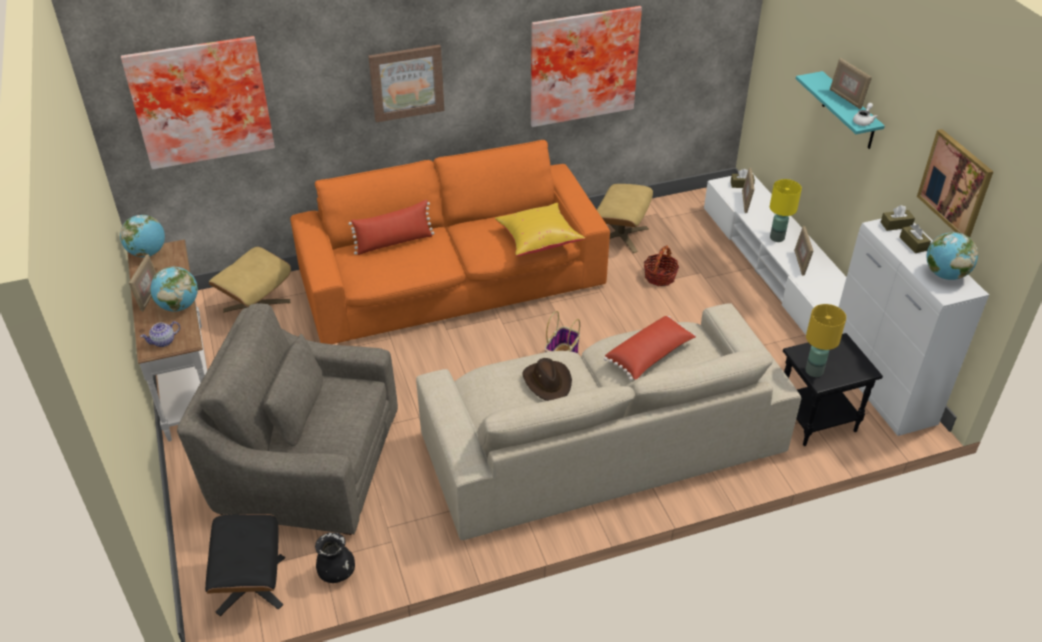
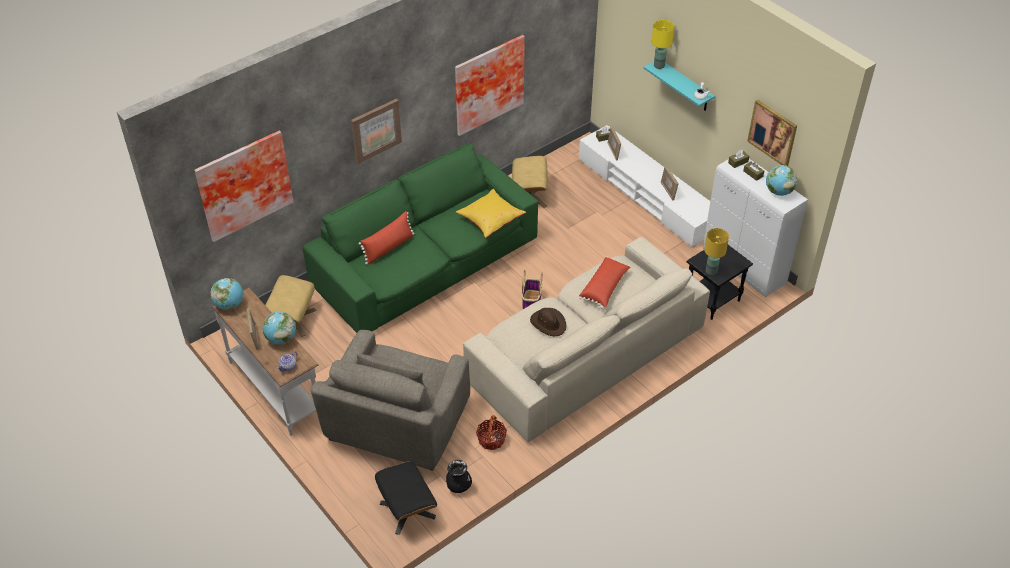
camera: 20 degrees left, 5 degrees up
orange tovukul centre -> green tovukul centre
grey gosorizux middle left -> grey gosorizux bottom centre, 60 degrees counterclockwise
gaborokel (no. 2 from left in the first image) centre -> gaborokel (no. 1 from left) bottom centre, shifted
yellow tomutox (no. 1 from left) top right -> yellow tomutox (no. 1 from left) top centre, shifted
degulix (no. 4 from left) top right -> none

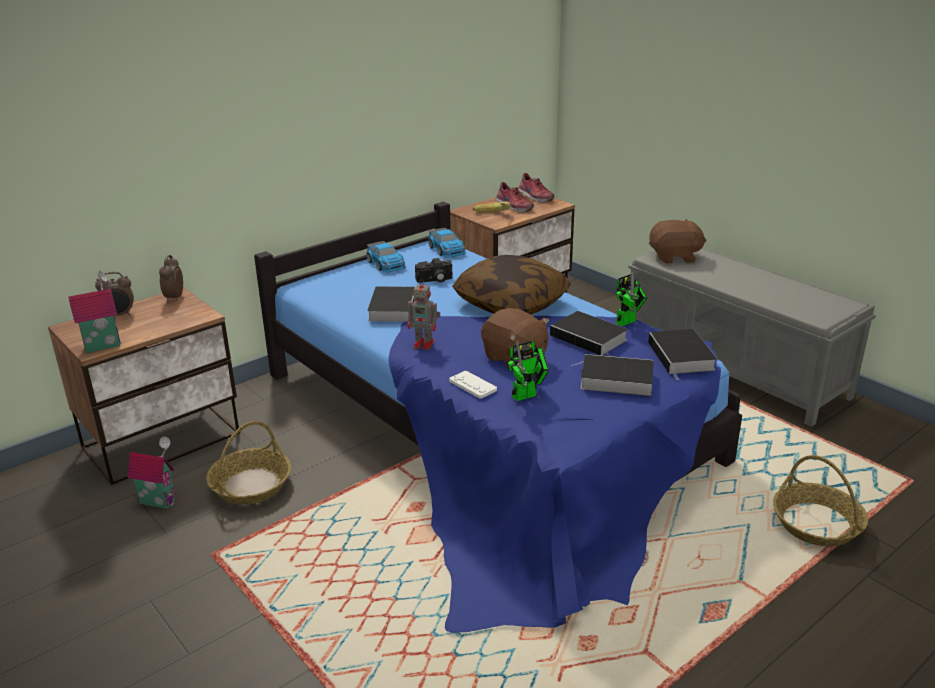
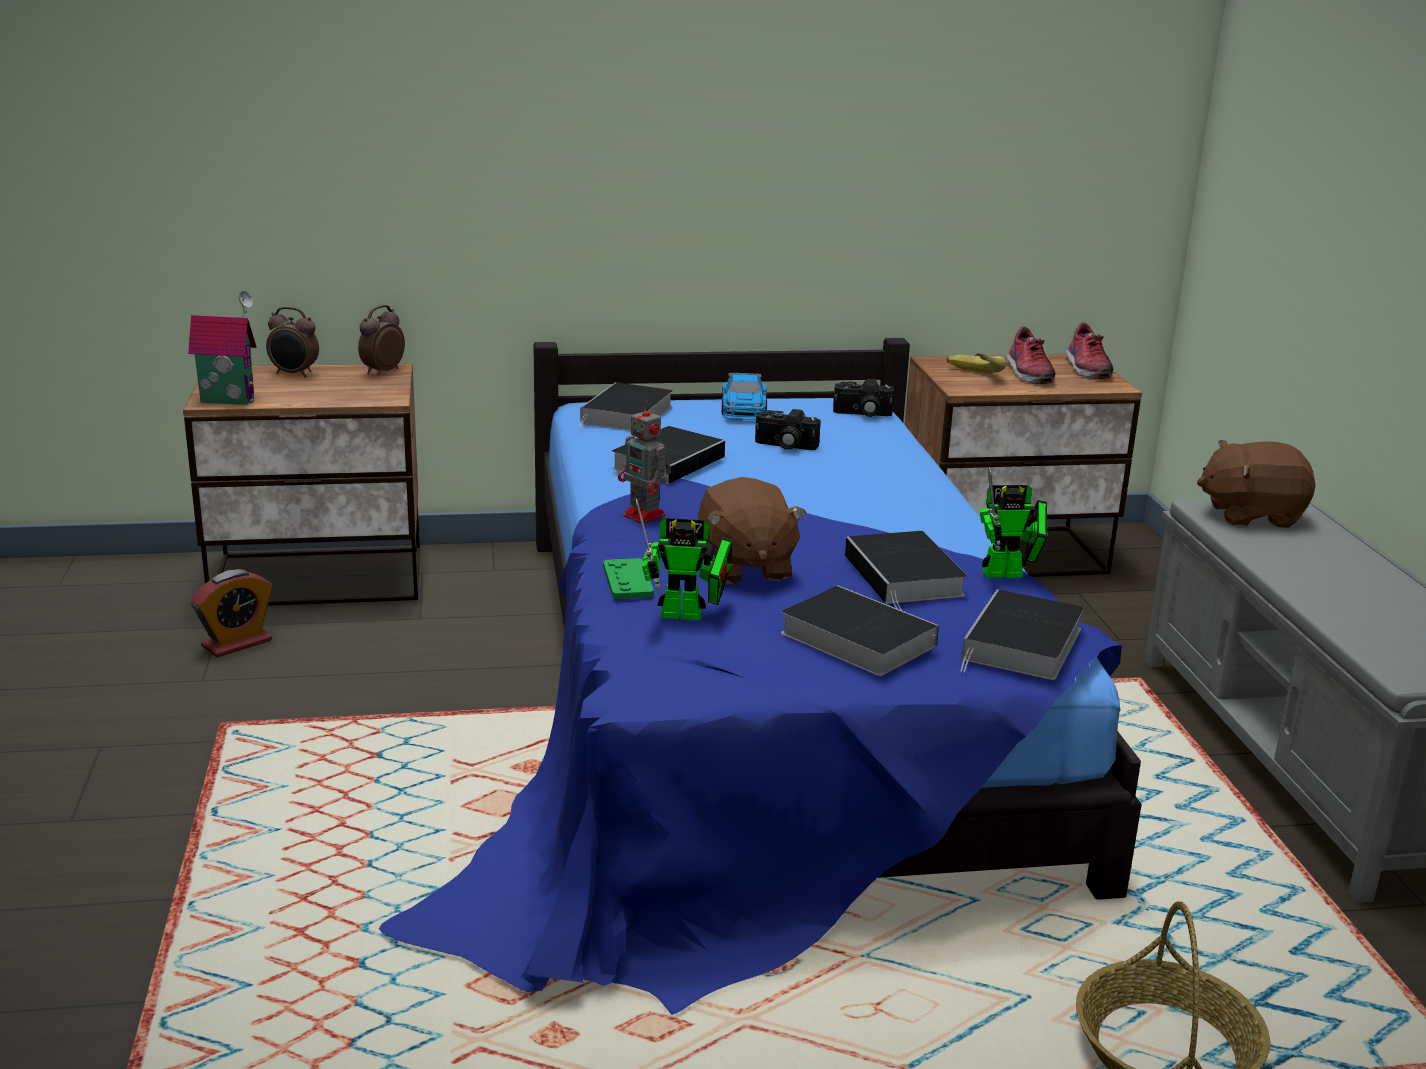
camera: 30 degrees right, 5 degrees down
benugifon (no. 2 from left) bottom left -> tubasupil (no. 1 from left) middle left
none -> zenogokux (no. 1 from left) centre
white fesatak centre -> green fesatak centre
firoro (no. 2 from left) centre -> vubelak (no. 2 from left) centre
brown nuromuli (no. 2 from left) middle right, 150 degrees clockwise
gaborokel (no. 1 from left) bottom left -> none
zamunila centre -> none

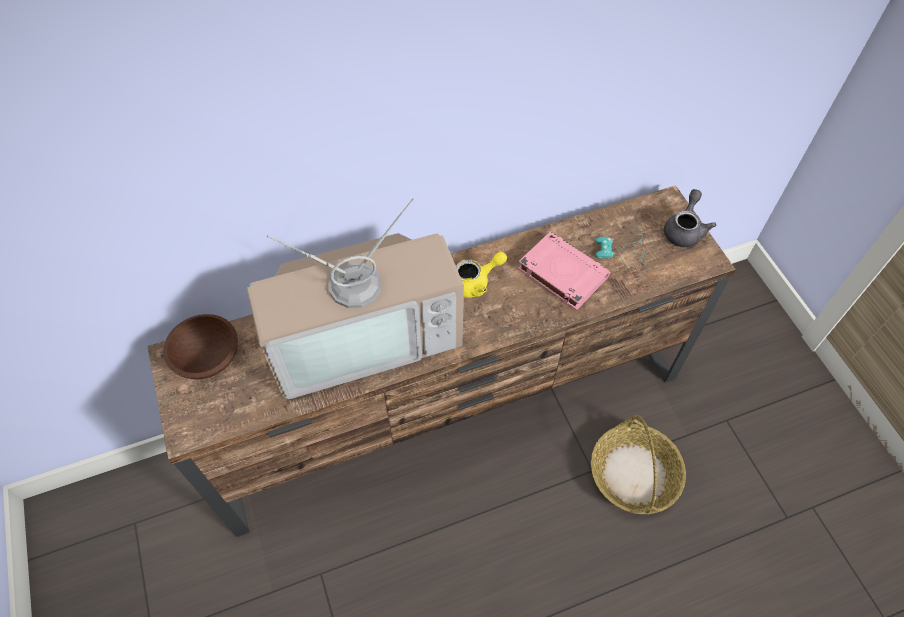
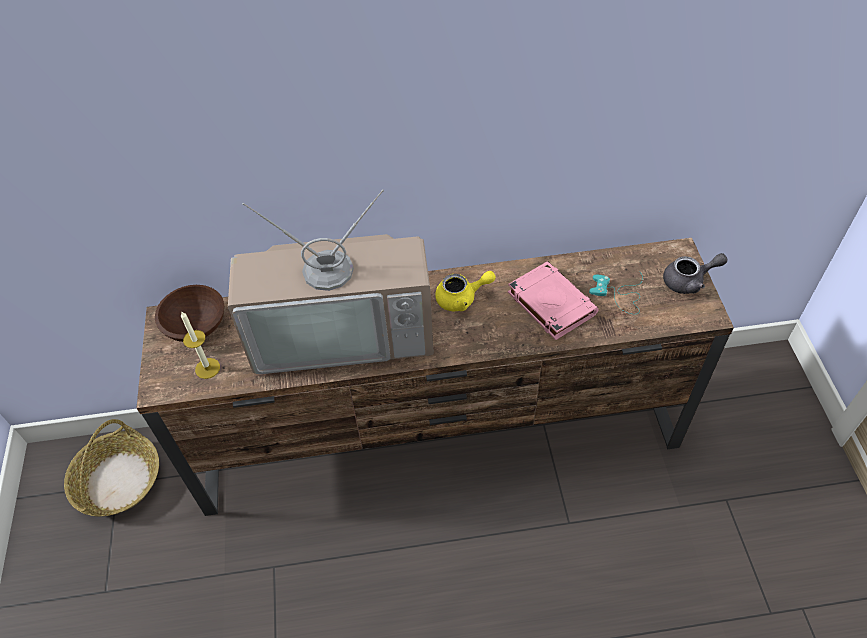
camera: 15 degrees right, 5 degrees down
gaborokel bottom right -> gaborokel bottom left, shifted
none -> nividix middle left
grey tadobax middle right, 45 degrees clockwise

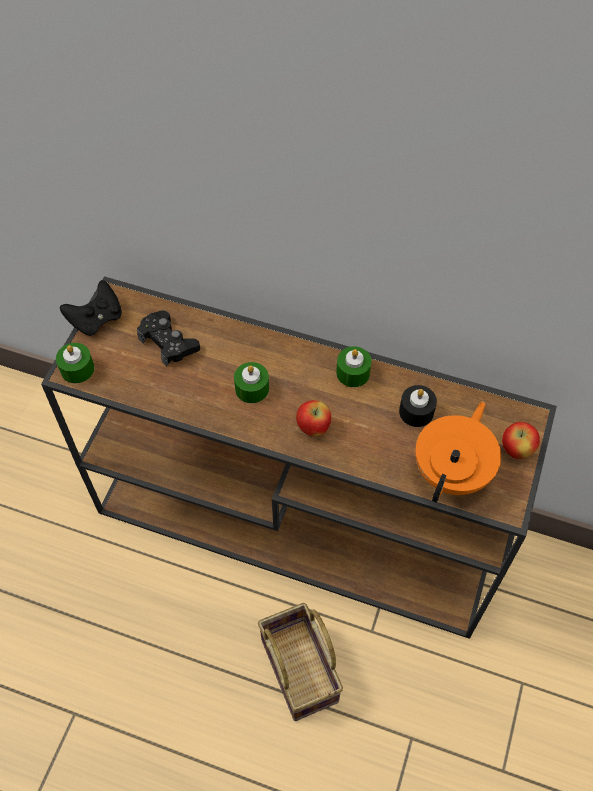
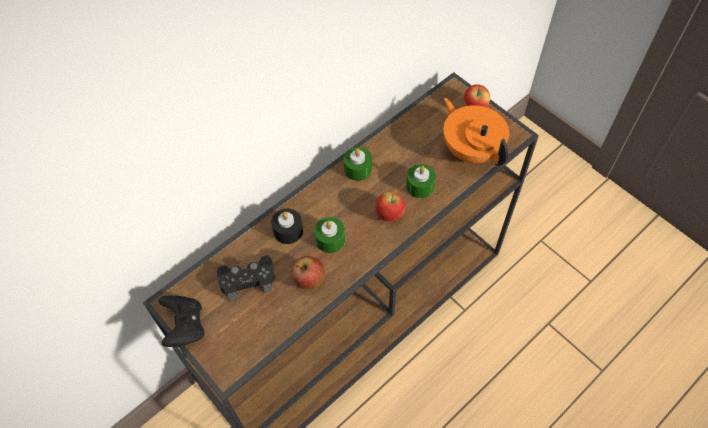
camera: 60 degrees left, 0 degrees up
black nividix middle right -> black nividix centre, shifted
none -> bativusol (no. 1 from left) centre
green nividix (no. 1 from left in the first image) middle left -> green nividix (no. 3 from left) centre, shifted
gaborokel bottom centre -> none

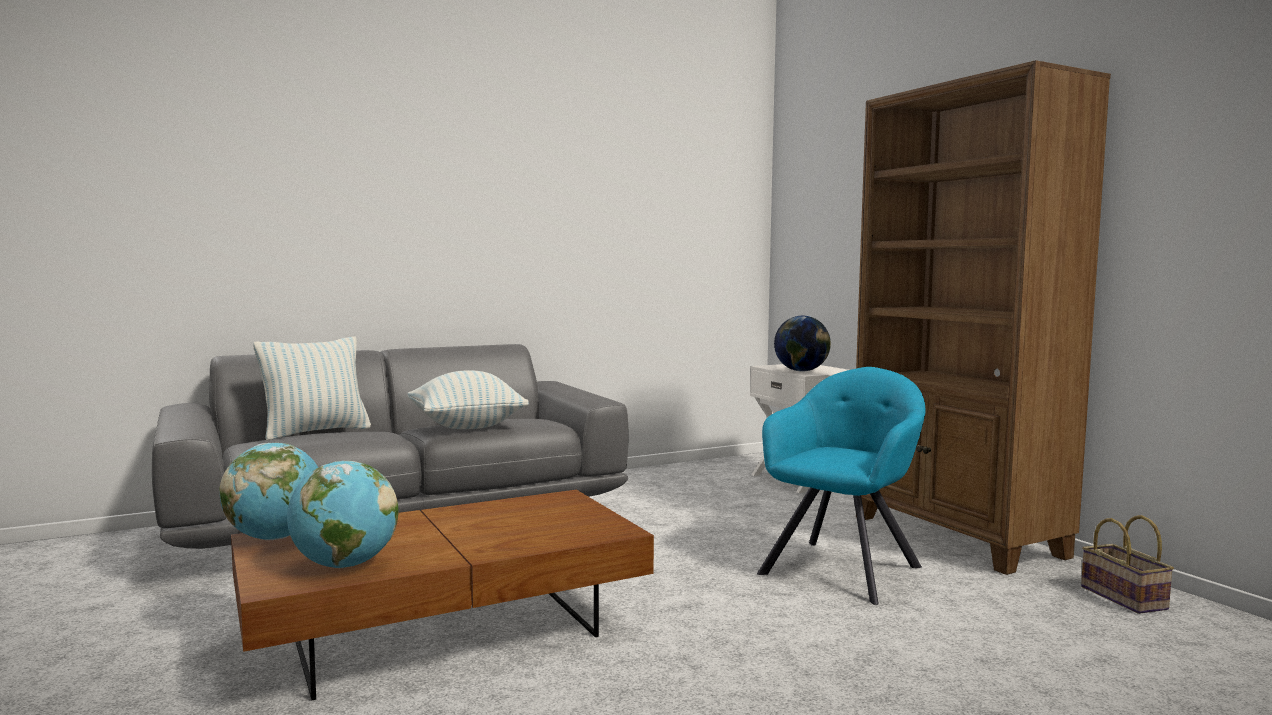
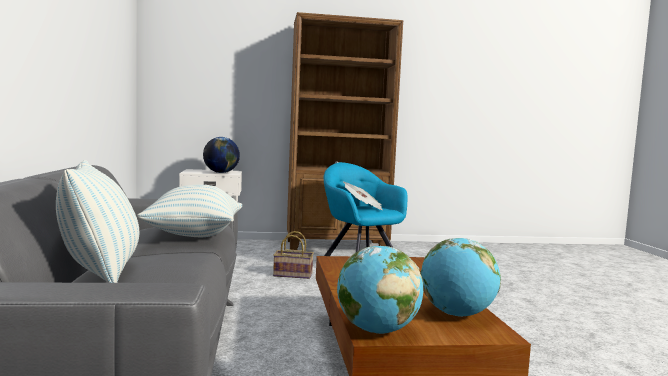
camera: 70 degrees left, 0 degrees up
gaborokel bottom right -> gaborokel bottom centre, shifted
none -> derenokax centre

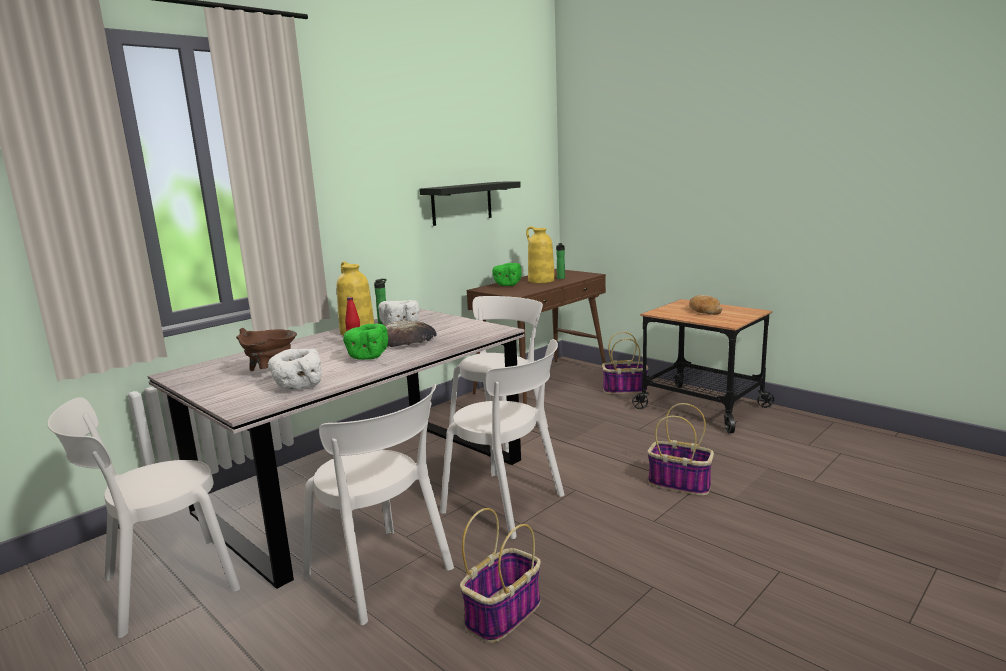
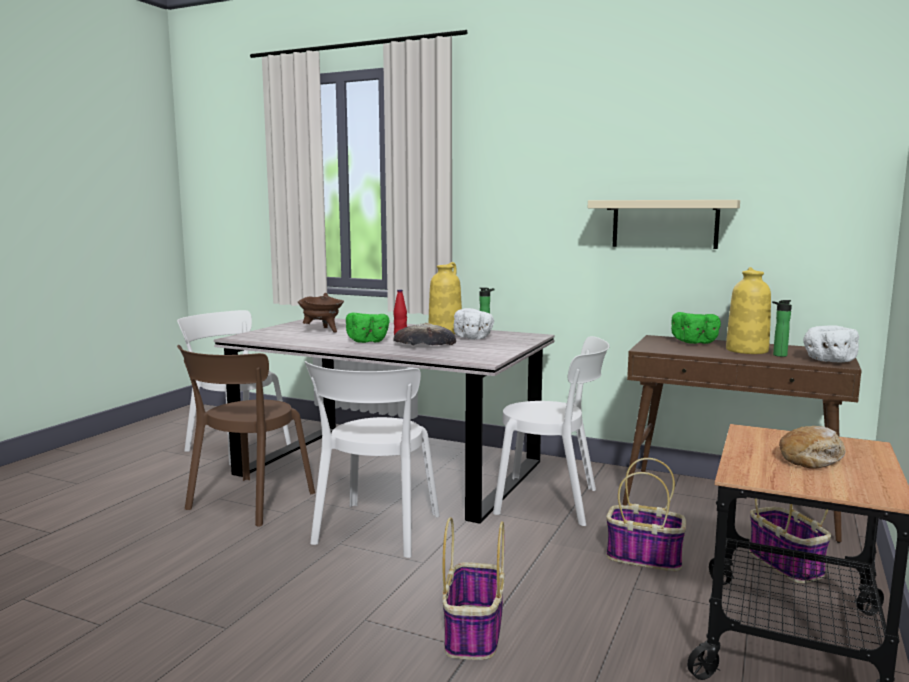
camera: 70 degrees right, 5 degrees down
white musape (no. 2 from left) bottom centre -> brown musape middle left
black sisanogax top centre -> beige sisanogax top right
gaborokel (no. 1 from left in the first image) bottom centre -> gaborokel (no. 2 from left) bottom right, shifted
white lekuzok (no. 1 from left in the first image) middle left -> white lekuzok (no. 2 from left) middle right, shifted

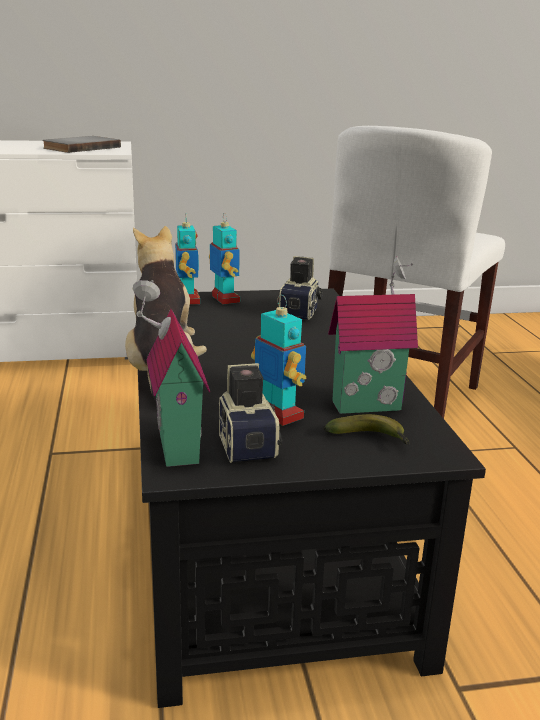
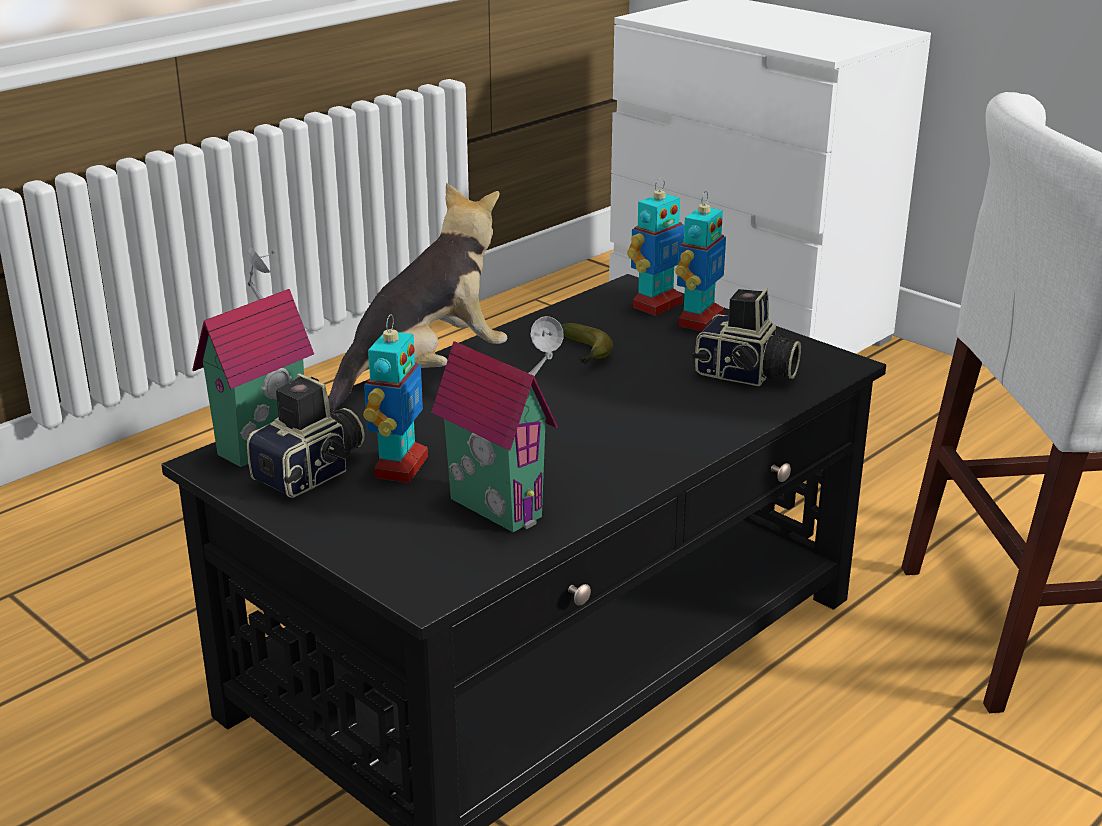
camera: 55 degrees right, 5 degrees up
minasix middle right -> minasix centre, shifted
vubelak (no. 2 from left) centre -> vubelak (no. 2 from left) middle right, 45 degrees clockwise
grey zenogokux top left -> none

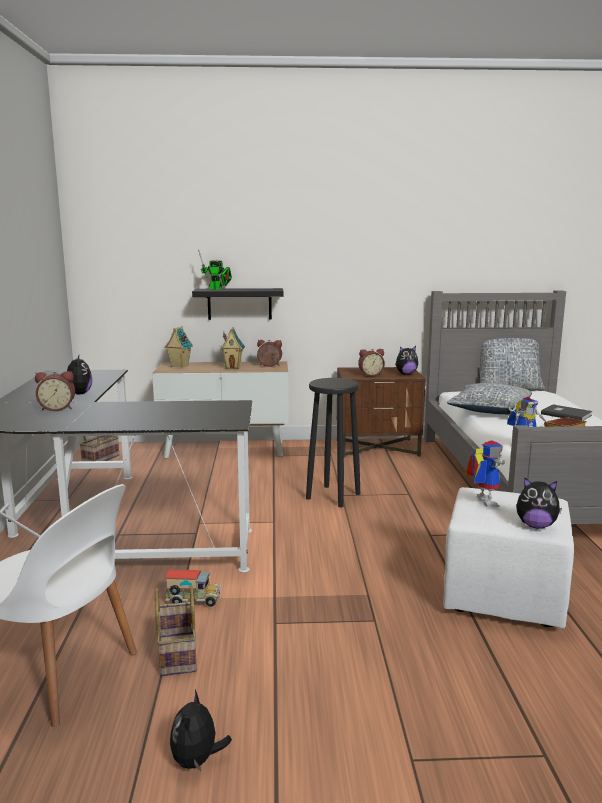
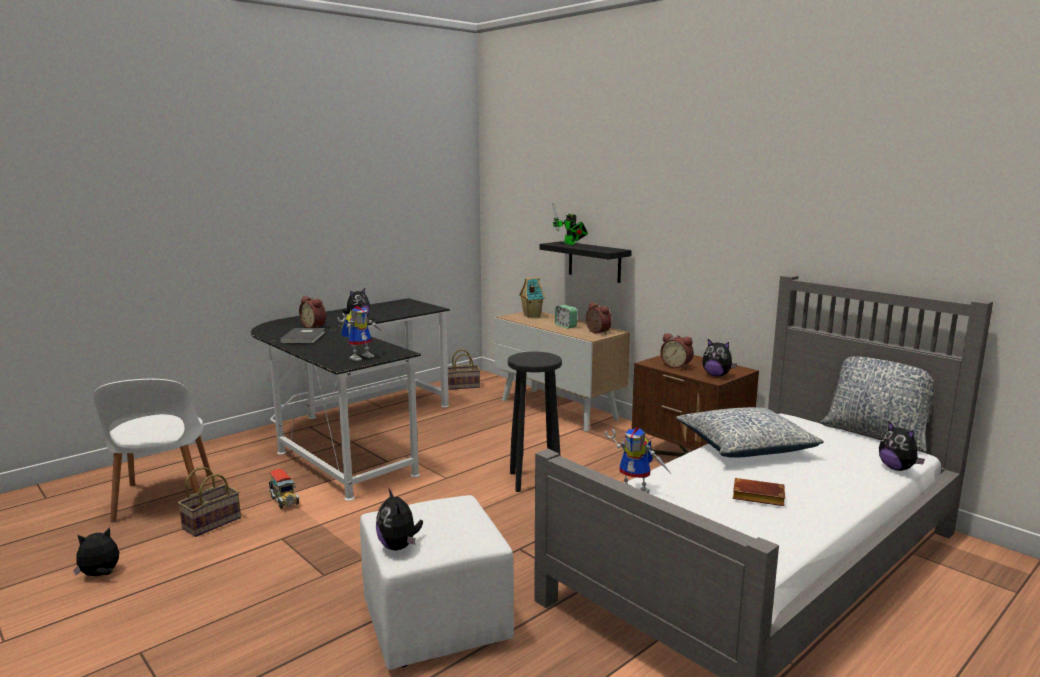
camera: 50 degrees right, 0 degrees up
grey zenogokux middle right -> grey zenogokux middle left, shifted
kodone (no. 2 from left in the first image) middle right -> kodone (no. 1 from left) centre, shifted
benugifon (no. 2 from left) centre -> tubasupil (no. 2 from left) centre
none -> nuromuli (no. 5 from left) middle right

